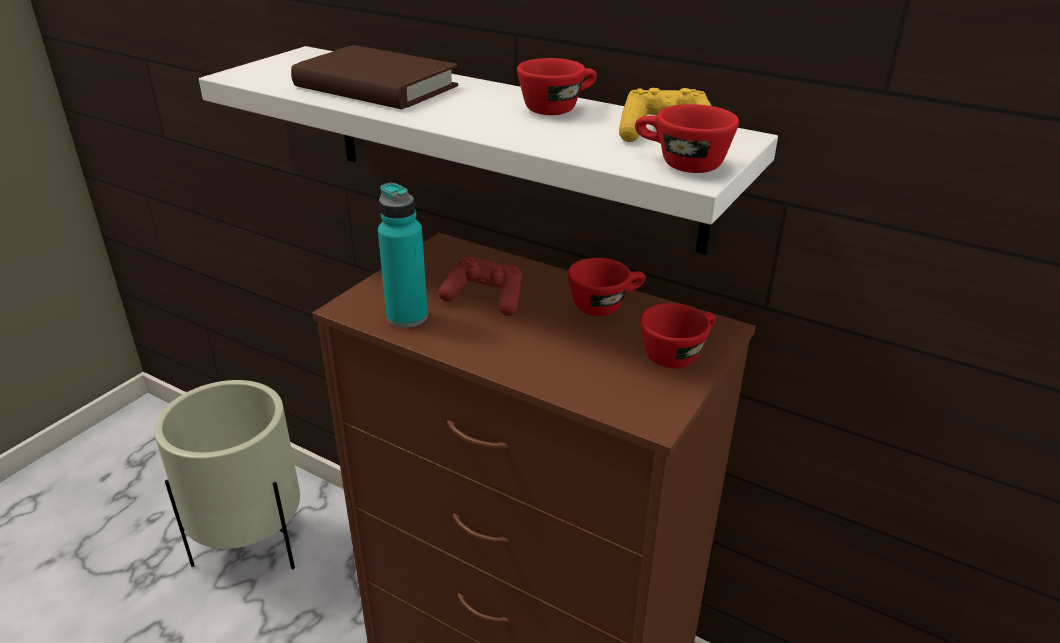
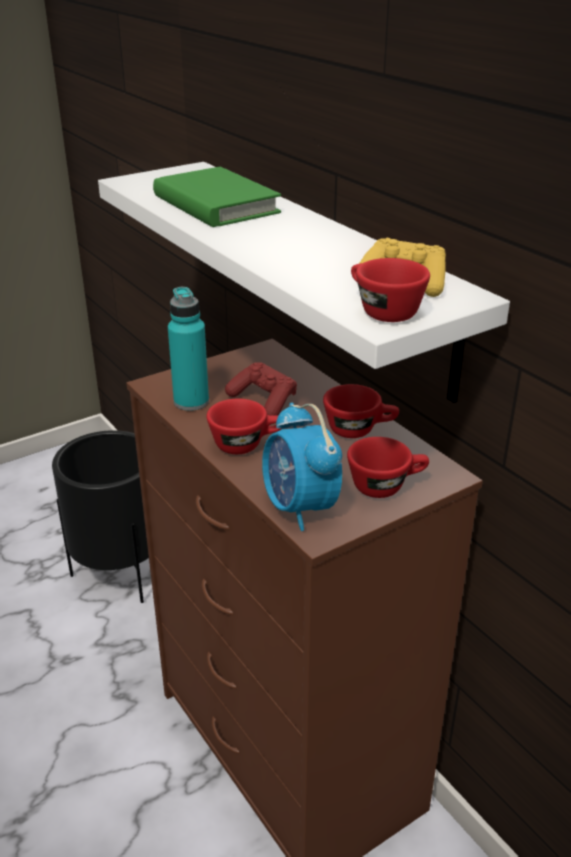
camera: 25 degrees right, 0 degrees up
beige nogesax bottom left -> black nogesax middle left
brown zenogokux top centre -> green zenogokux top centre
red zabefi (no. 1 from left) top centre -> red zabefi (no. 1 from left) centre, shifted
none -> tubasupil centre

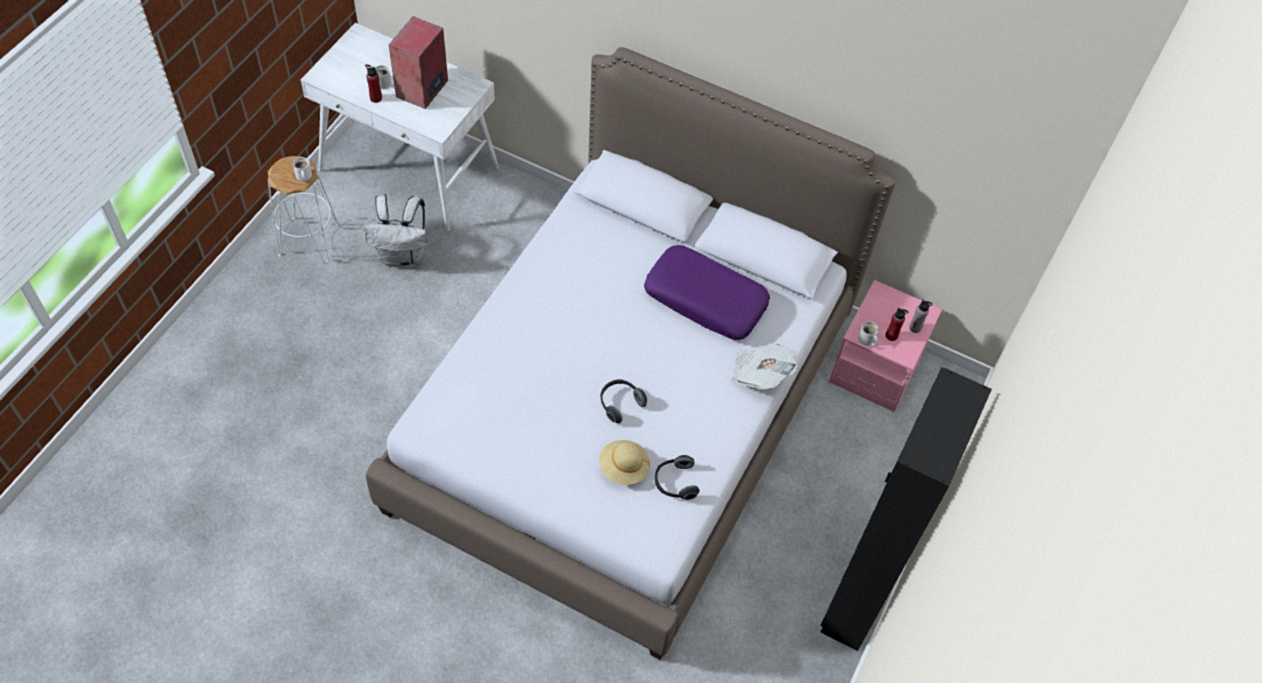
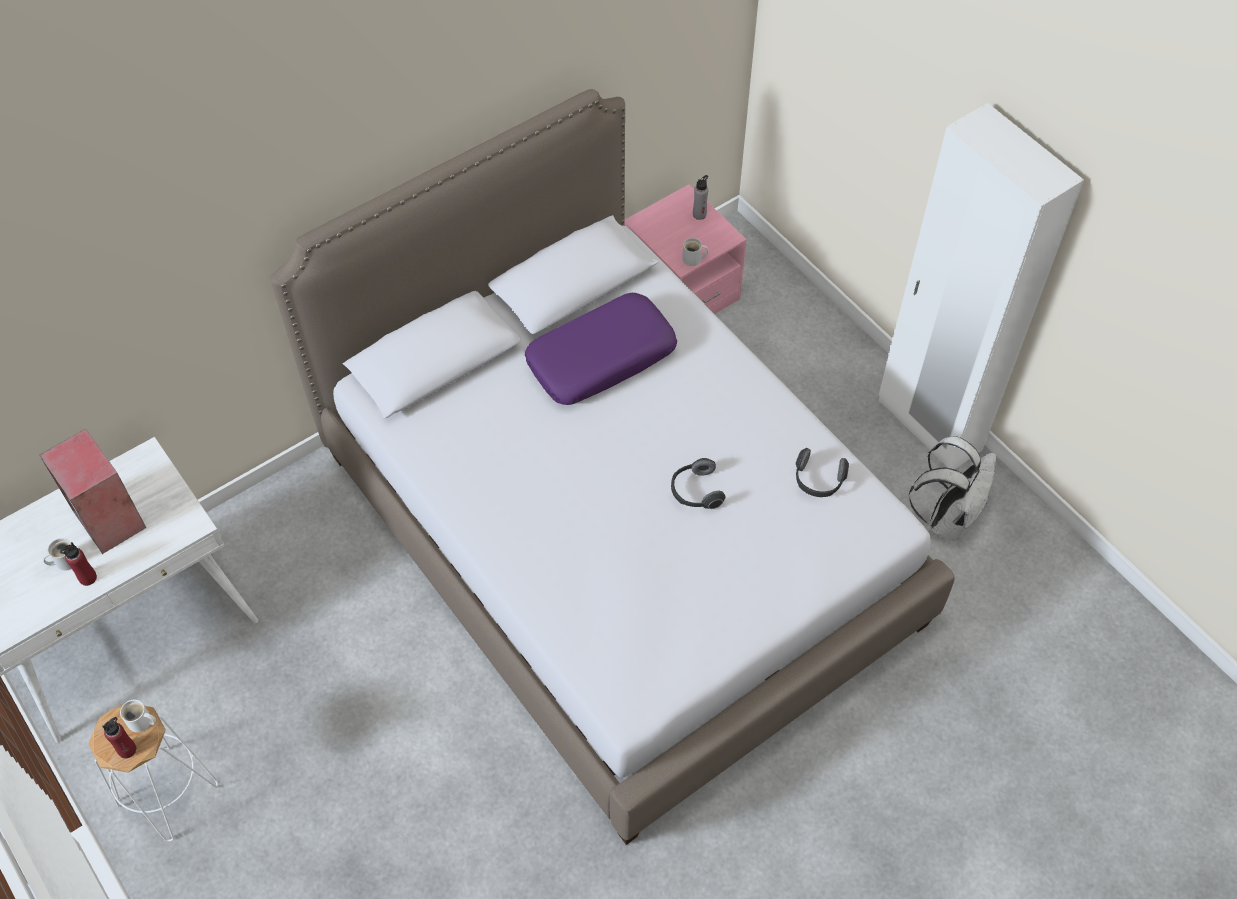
camera: 60 degrees left, 0 degrees up
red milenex (no. 2 from left) middle right -> red milenex (no. 2 from left) bottom left, shifted
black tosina bottom right -> white tosina top right
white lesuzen middle left -> white lesuzen middle right, shifted
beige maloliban bottom centre -> none
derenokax centre -> none

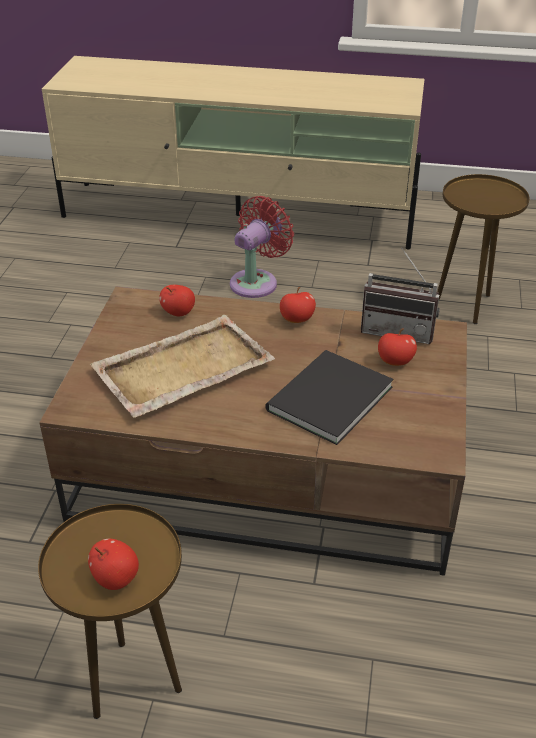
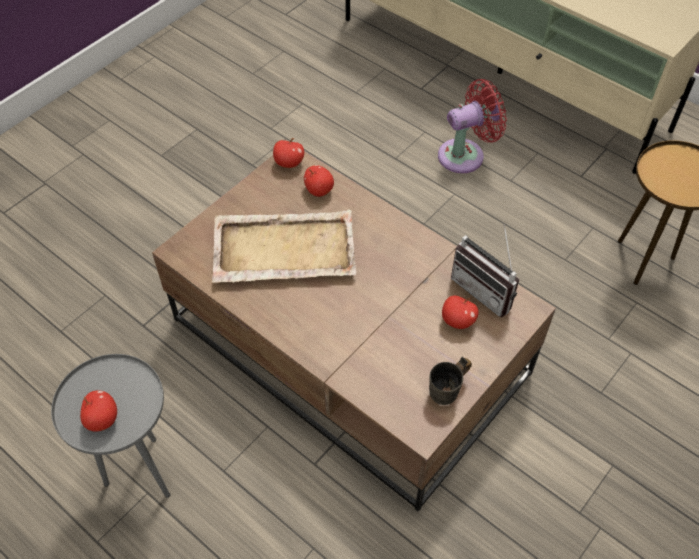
camera: 30 degrees right, 15 degrees up
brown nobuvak (no. 1 from left) bottom left -> grey nobuvak bottom left
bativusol (no. 3 from left in the first image) centre -> bativusol (no. 2 from left) top centre, shifted
none -> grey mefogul bottom centre
black zenogokux centre -> none

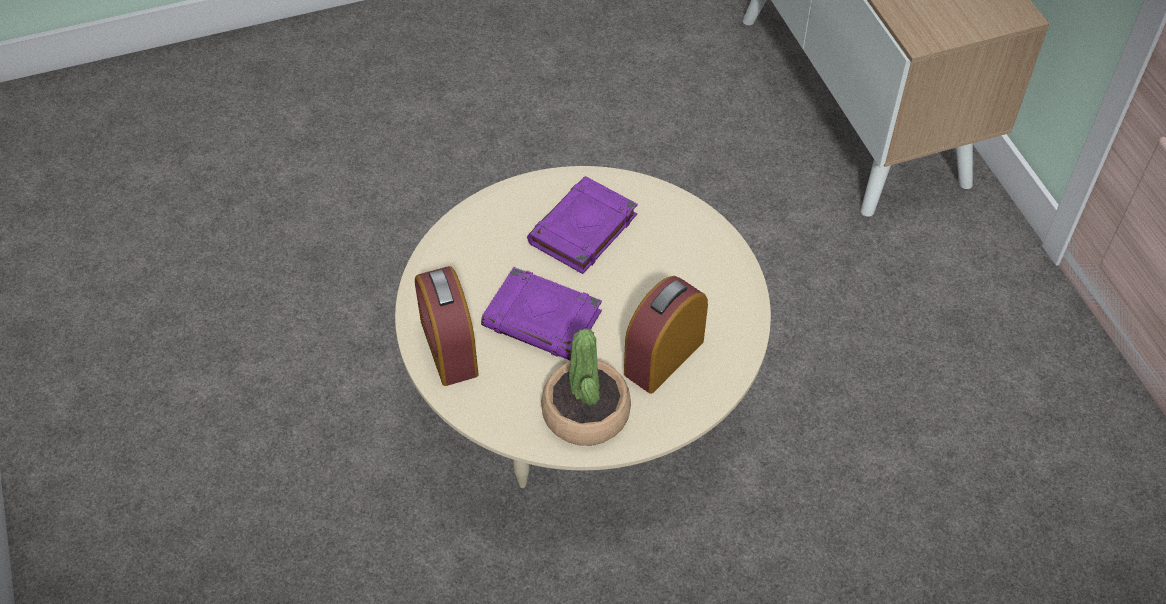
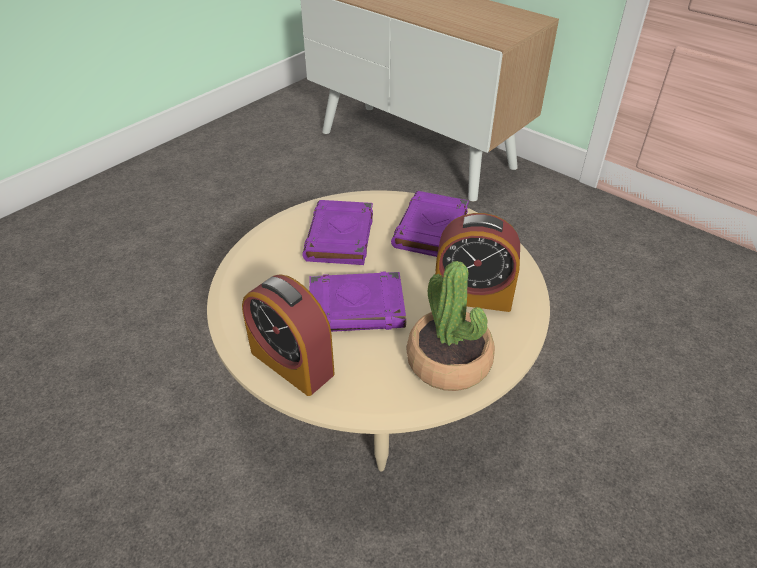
camera: 30 degrees left, 10 degrees down
none -> purple zenogokux (no. 3 from left) centre
tubasupil (no. 2 from left) centre, 90 degrees counterclockwise

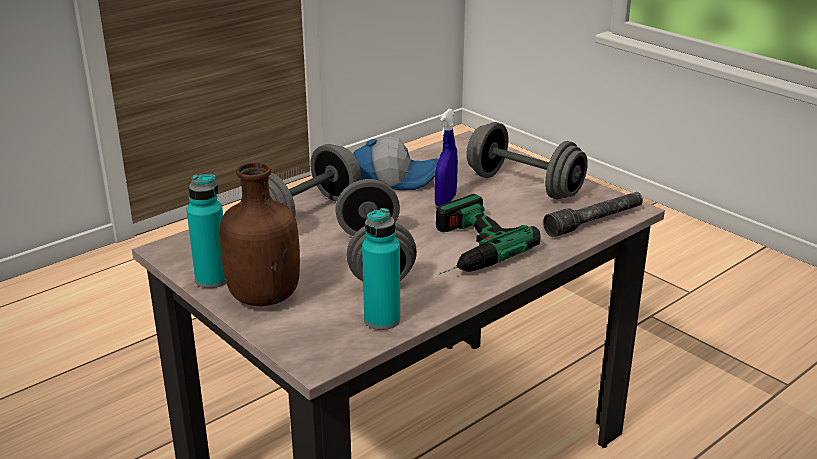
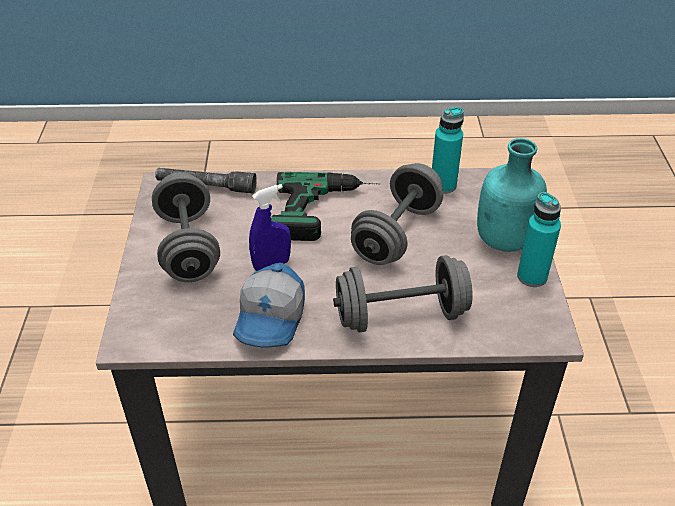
camera: 140 degrees left, 15 degrees up
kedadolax centre, 120 degrees counterclockwise
brown milenex middle left -> turquoise milenex (no. 2 from left) middle right

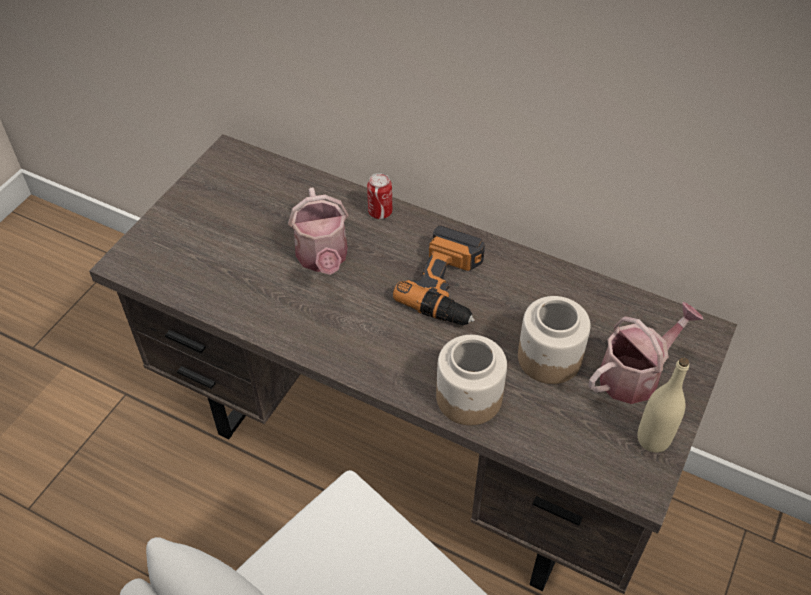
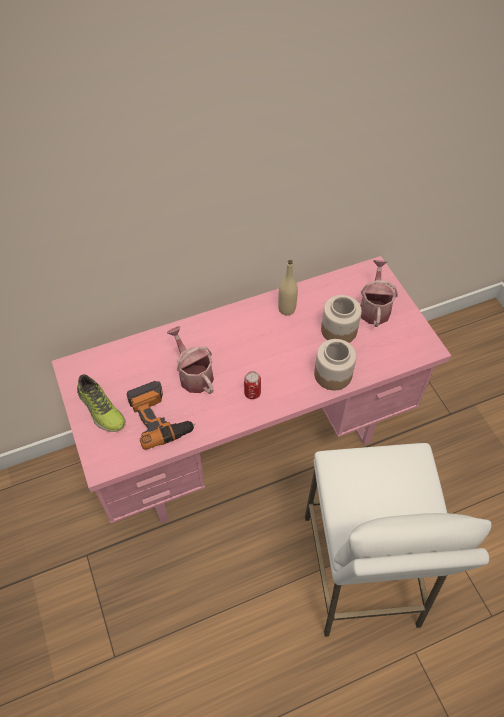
camera: 50 degrees left, 5 degrees up
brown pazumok centre -> pink pazumok centre
none -> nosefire middle left
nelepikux centre -> nelepikux middle left, shifted
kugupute (no. 1 from left) centre, 150 degrees counterclockwise
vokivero top centre -> vokivero centre, shifted
beige milenex bottom right -> beige milenex centre, shifted

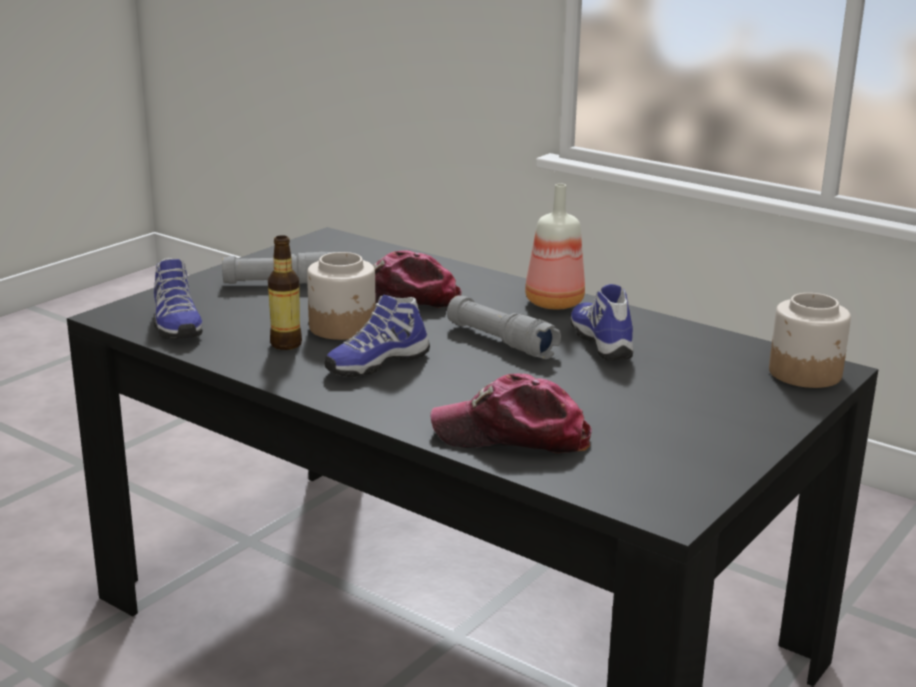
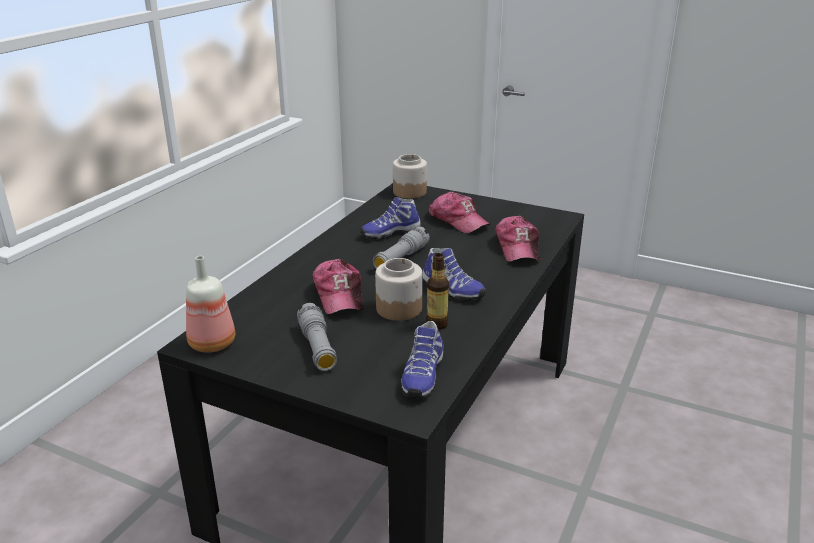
camera: 100 degrees left, 5 degrees up
milenex (no. 2 from left in the first image) centre -> milenex (no. 1 from left) middle left, shifted
nosefire (no. 1 from left in the first image) middle left -> nosefire (no. 2 from left) centre, 135 degrees clockwise
none -> kedadolax (no. 2 from left) centre

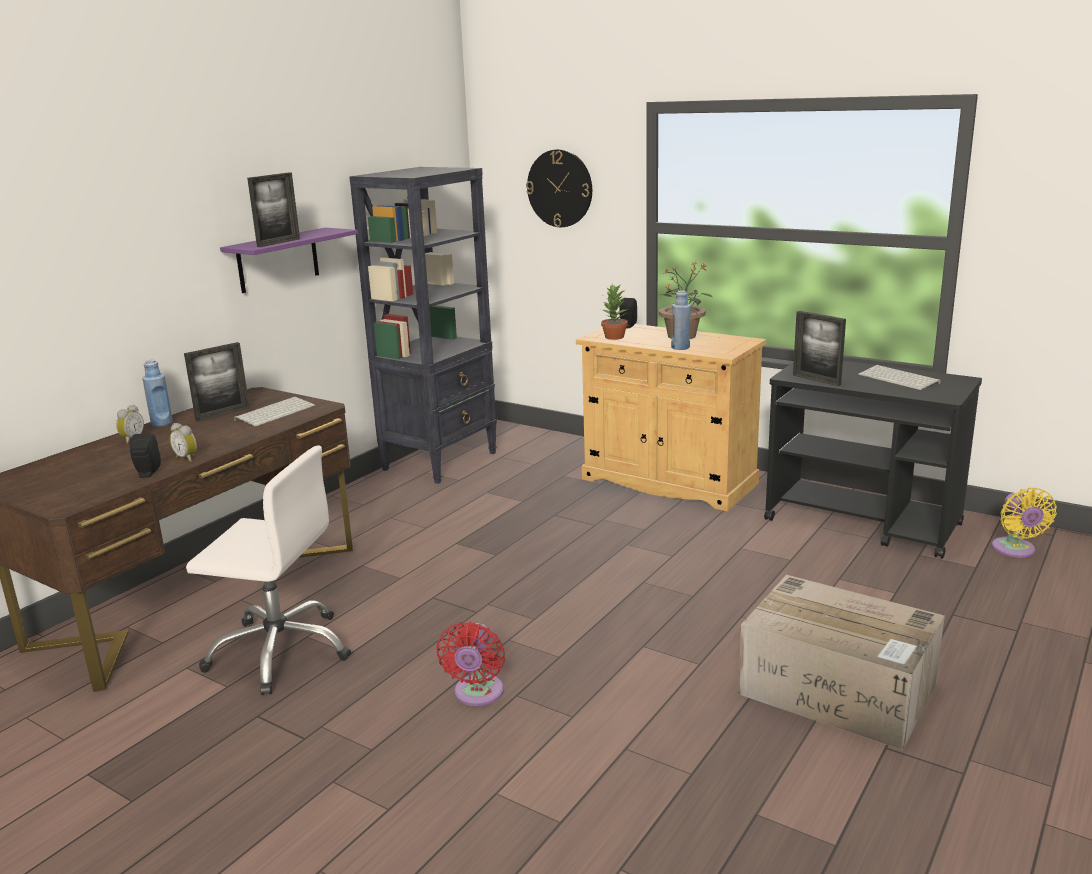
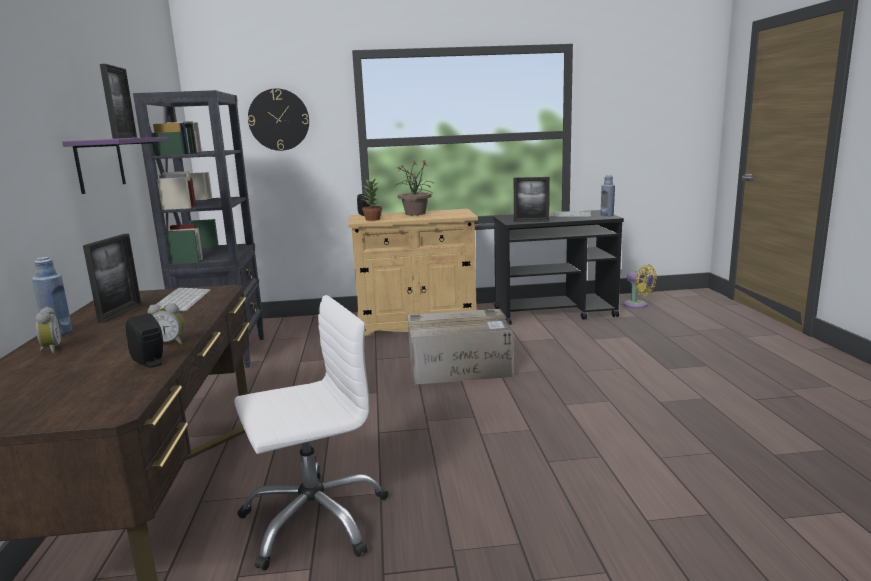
camera: 40 degrees left, 5 degrees down
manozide bottom right -> manozide centre, shifted
blue milenex (no. 2 from left) centre -> blue milenex (no. 2 from left) middle right, shifted
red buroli bottom centre -> none

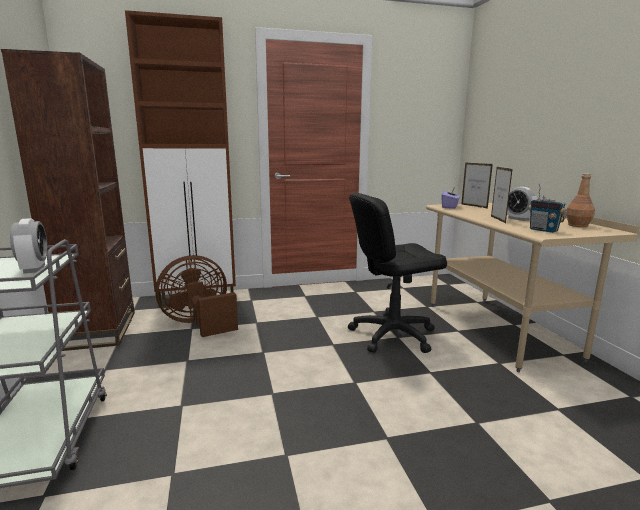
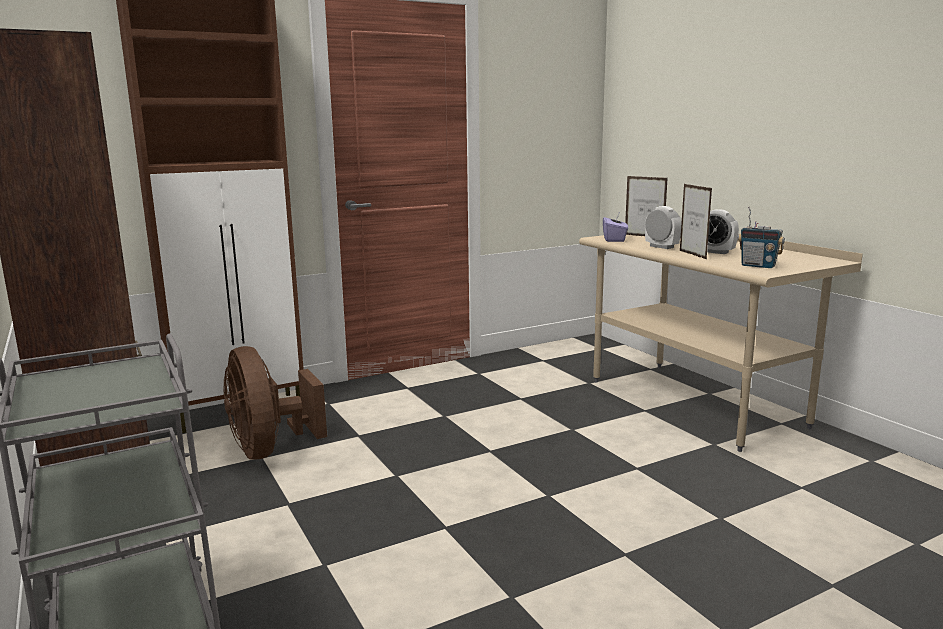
camera: 15 degrees left, 0 degrees up
brown buroli middle left, 75 degrees counterclockwise
tubasupil (no. 1 from left) middle left -> tubasupil (no. 1 from left) middle right, shifted
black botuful centre -> none
brown milenex middle right -> none

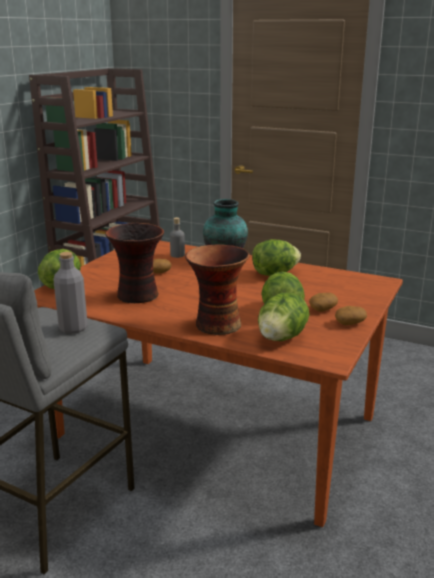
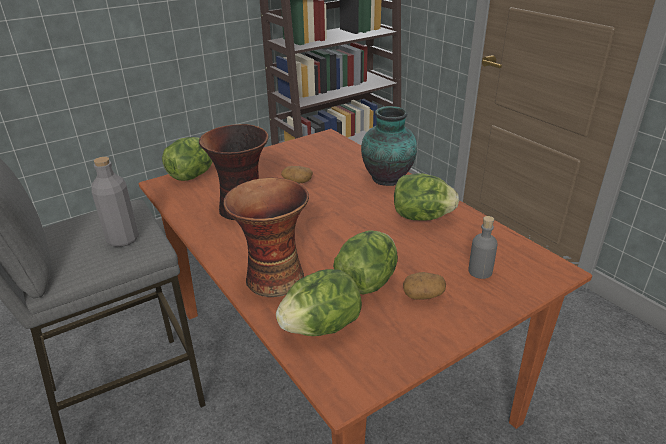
camera: 30 degrees right, 10 degrees up
grey milenex (no. 2 from left) centre -> grey milenex (no. 2 from left) middle right, shifted
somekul (no. 3 from left) middle right -> none

